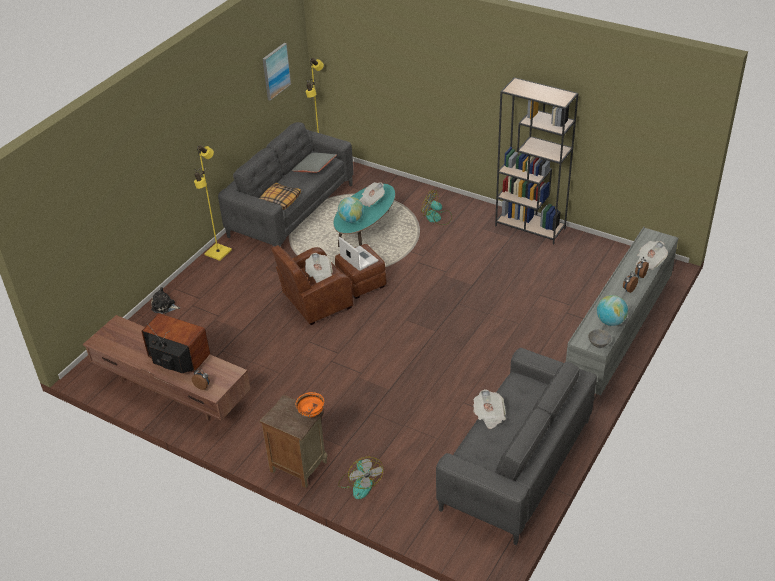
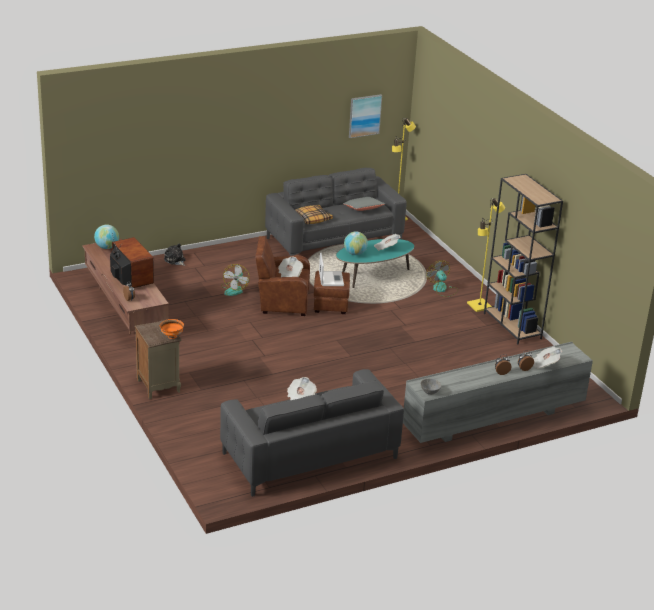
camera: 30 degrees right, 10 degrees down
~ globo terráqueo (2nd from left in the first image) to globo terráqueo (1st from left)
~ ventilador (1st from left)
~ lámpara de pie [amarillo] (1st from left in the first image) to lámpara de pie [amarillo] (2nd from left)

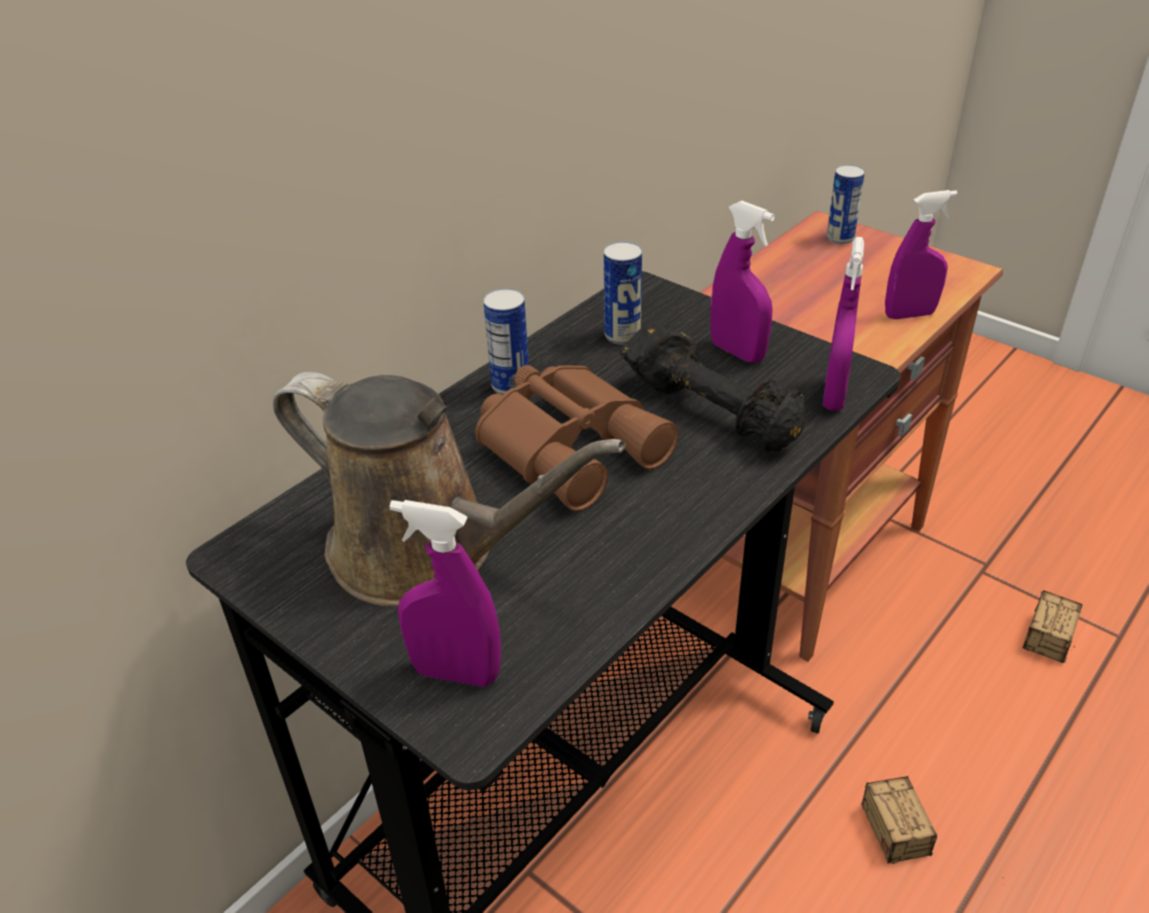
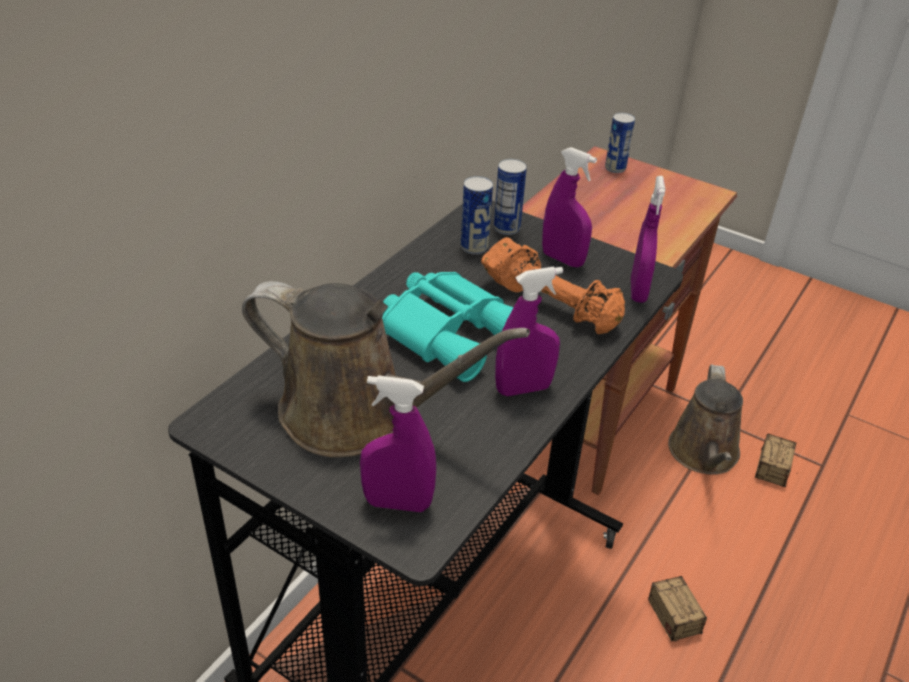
camera: 10 degrees left, 0 degrees up
~ prismáticos [marrón] to prismáticos [turquesa]
~ mancuerna [negro] to mancuerna [naranja]
~ lata (1st from left in the first image) to lata (2nd from left)
~ pulverizador [morado] (4th from left in the first image) to pulverizador [morado] (2nd from left)
+ regadera [marrón] (2nd from left)

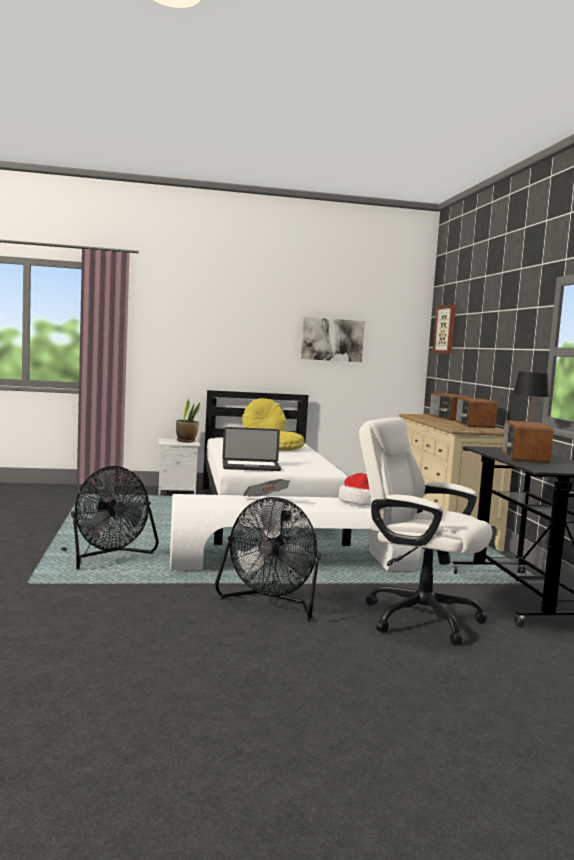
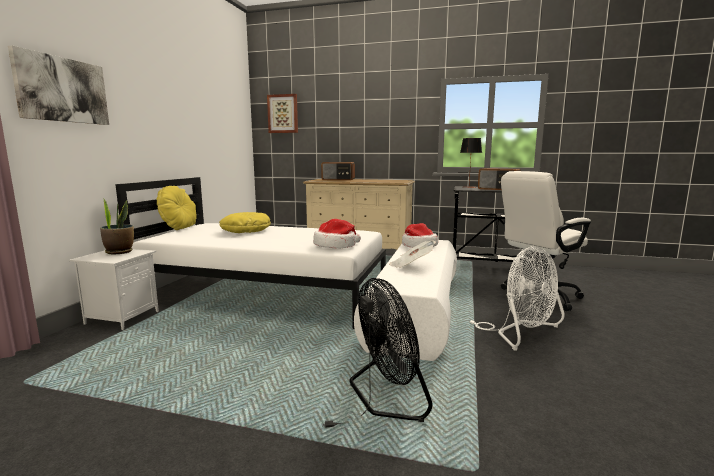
camera: 65 degrees left, 5 degrees up
~ cuadro (1st from left)
~ portátil to sombrero (1st from left)
~ ventilador [negro] (2nd from left) to ventilador [blanco]
- radio (2nd from left)

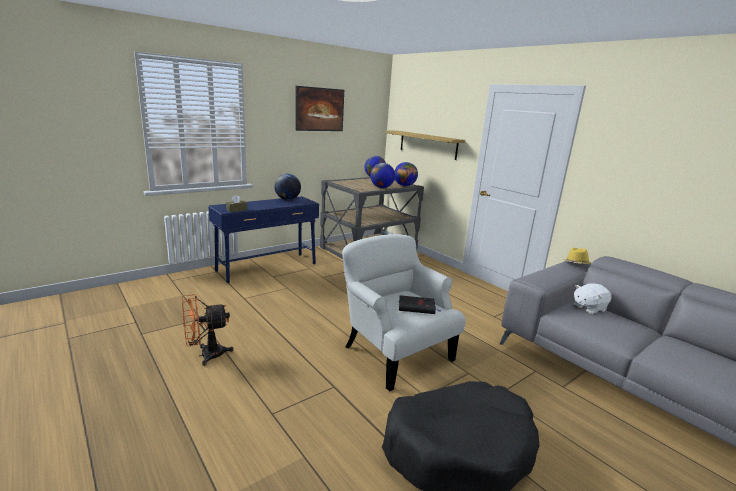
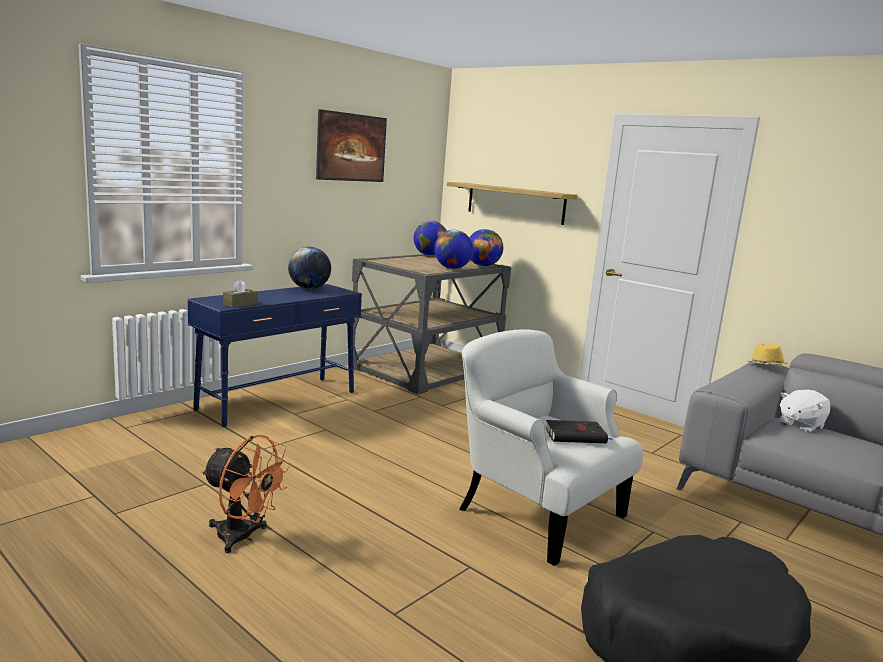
camera: 10 degrees left, 5 degrees down
~ ventilador [naranja] 120 degrees counterclockwise

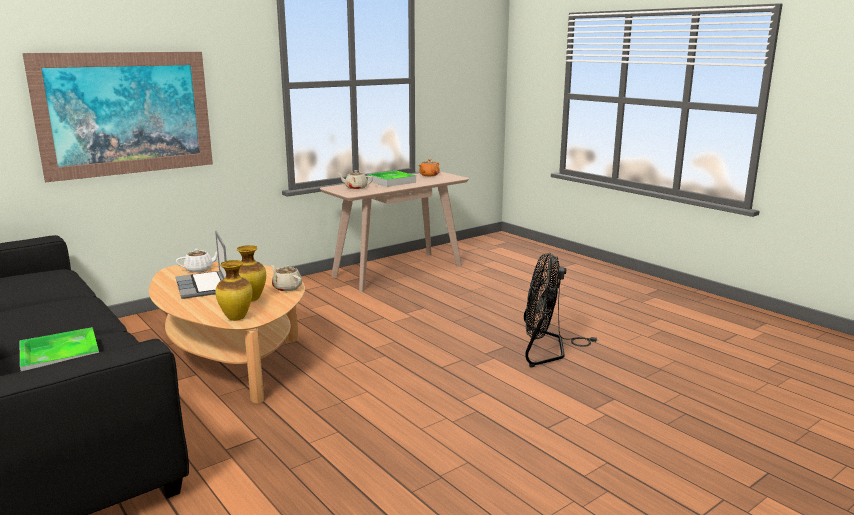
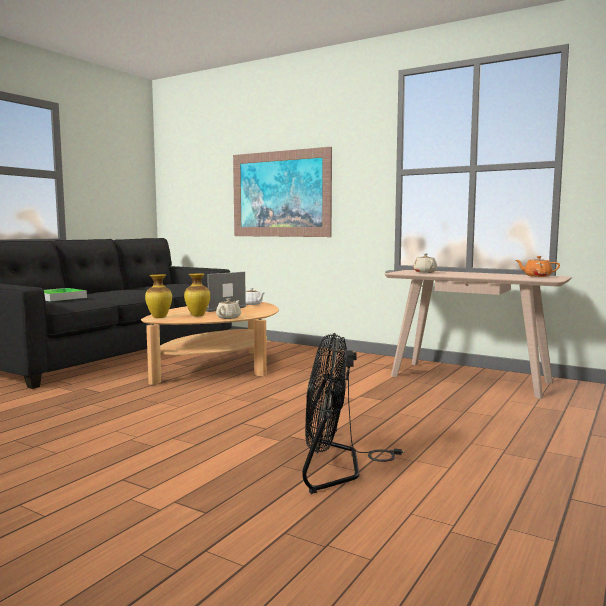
camera: 70 degrees right, 10 degrees down
~ ventilador [negro] 75 degrees counterclockwise
- bandeja (2nd from left)

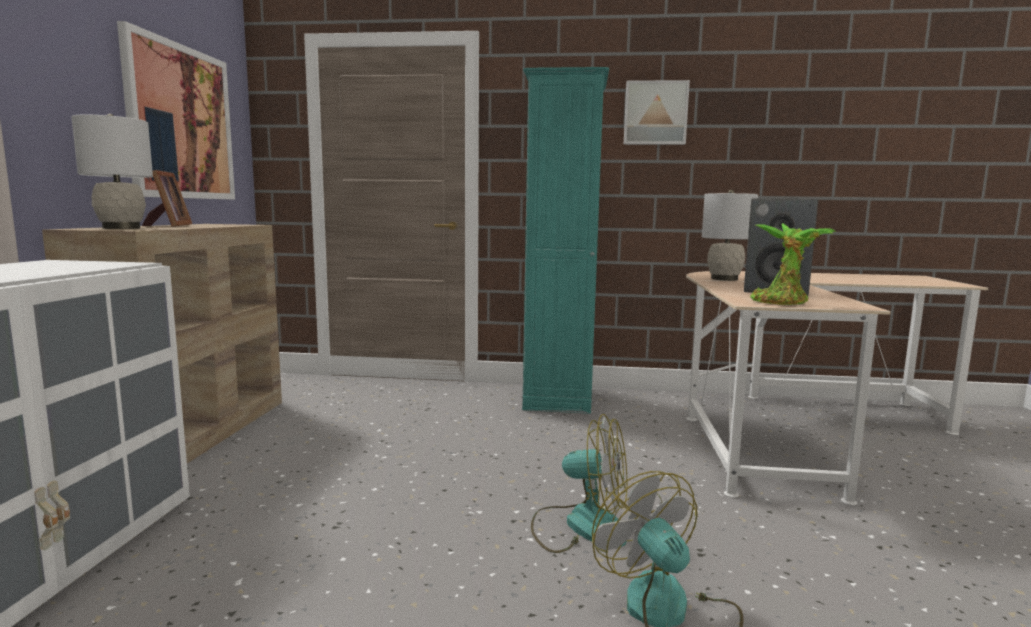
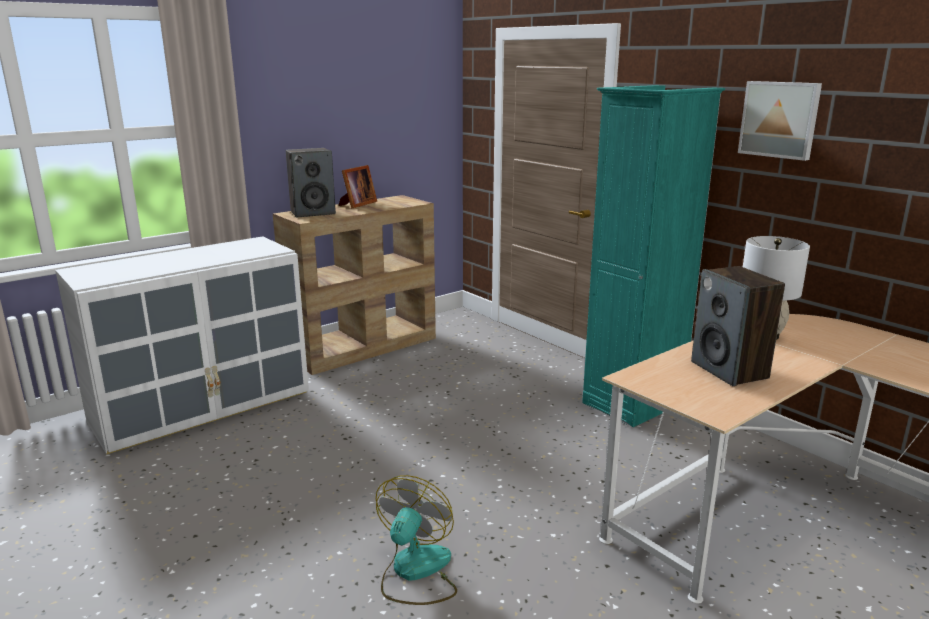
camera: 45 degrees right, 10 degrees up
~ lámpara de mesa [blanco] (1st from left) to altavoz (1st from left)
- cuadro (1st from left)
- ventilador (1st from left)
- planta en maceta

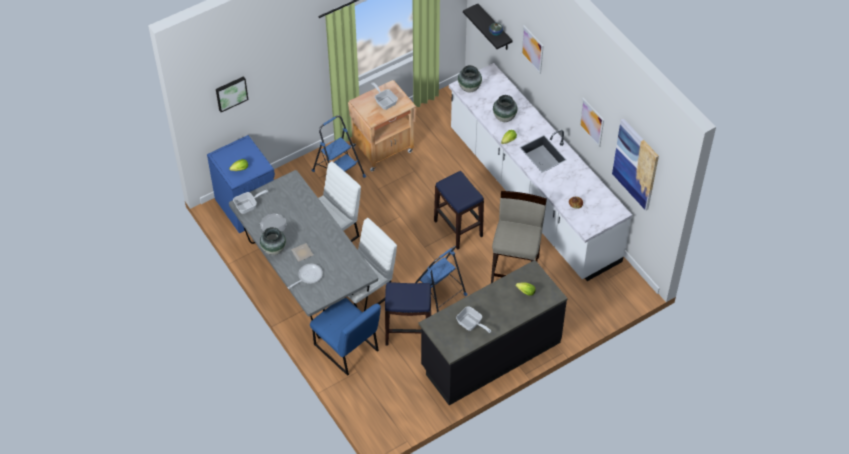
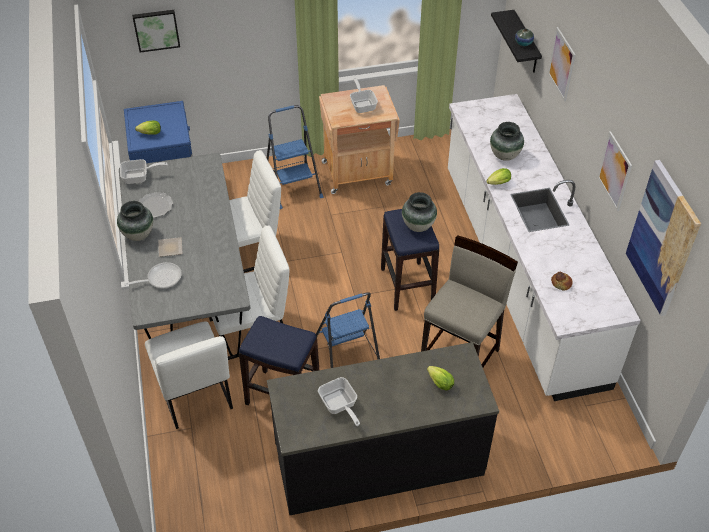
camera: 20 degrees right, 5 degrees down
~ silla [azul] to silla [blanco] (1st from left)
~ florero (2nd from left)

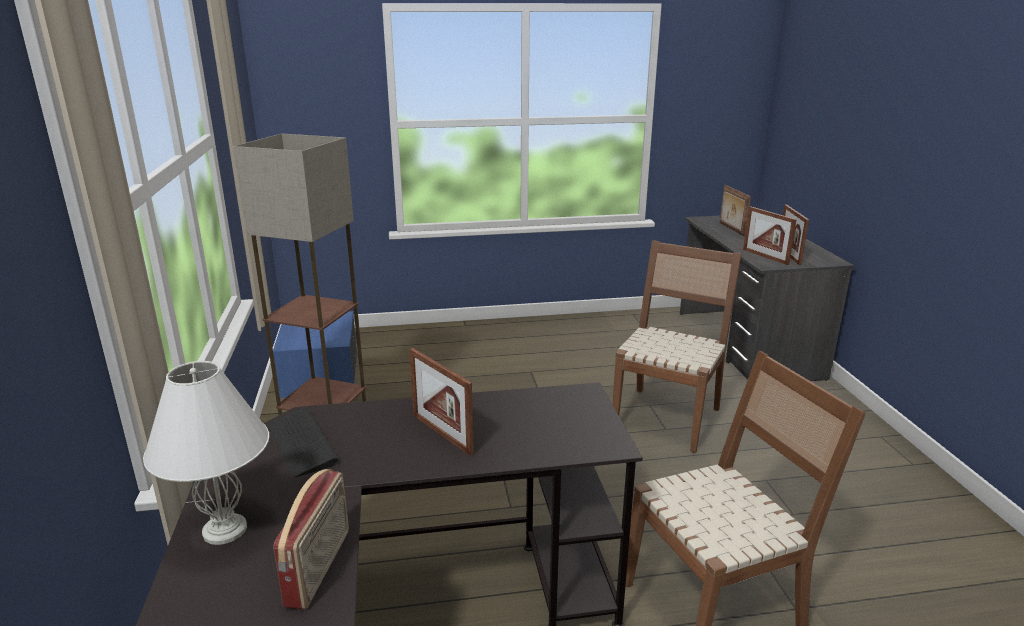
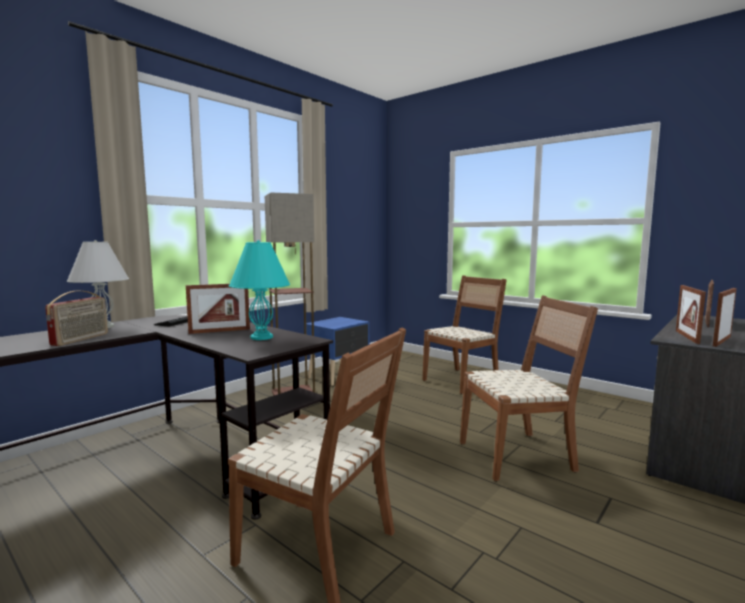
camera: 50 degrees right, 15 degrees down
~ radio 45 degrees counterclockwise
~ portarretratos (1st from left) 120 degrees counterclockwise
+ lámpara de mesa [turquesa]
+ silla (2nd from left)

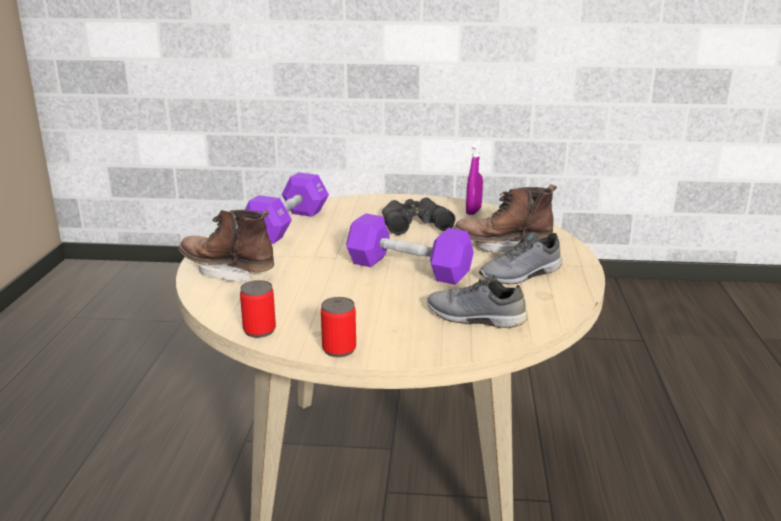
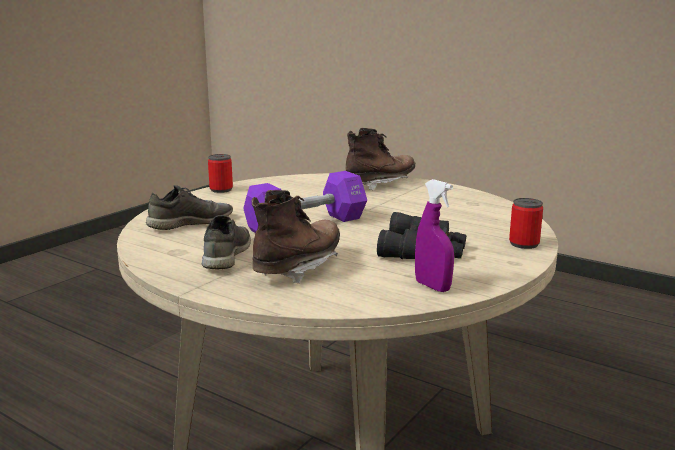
camera: 120 degrees right, 5 degrees down
~ lata (1st from left in the first image) to lata (2nd from left)
- mancuerna [morado] (1st from left)

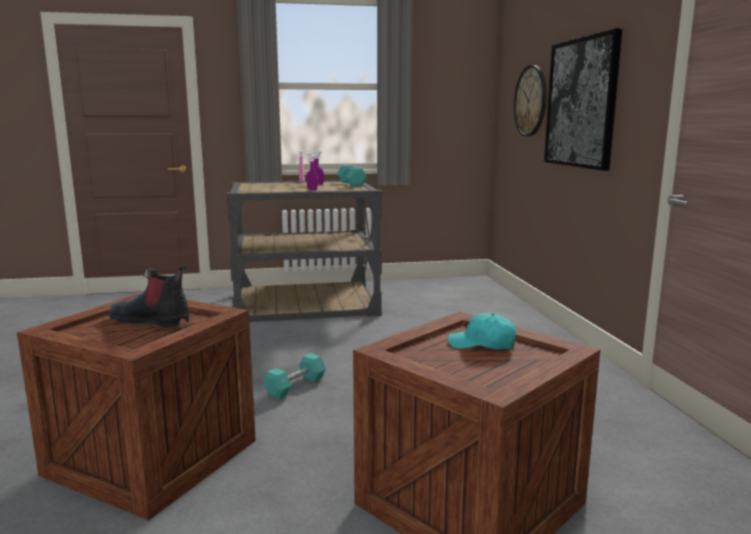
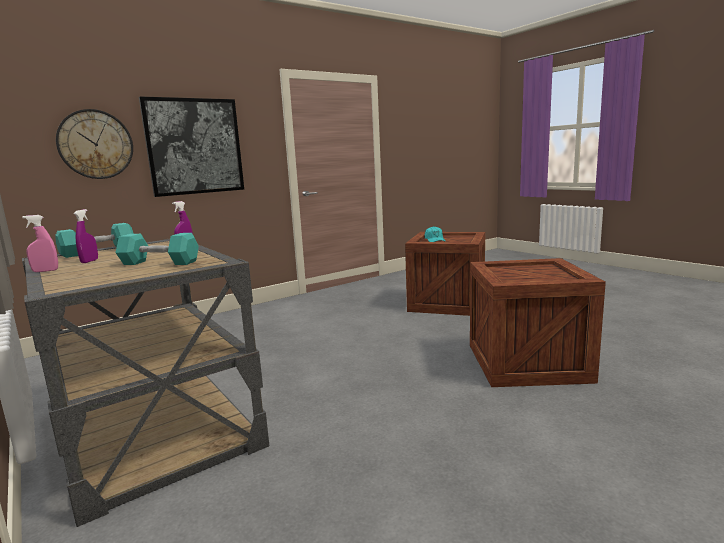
camera: 115 degrees left, 0 degrees up
~ mancuerna [turquesa] (1st from left in the first image) to mancuerna [turquesa] (2nd from left)
- bota

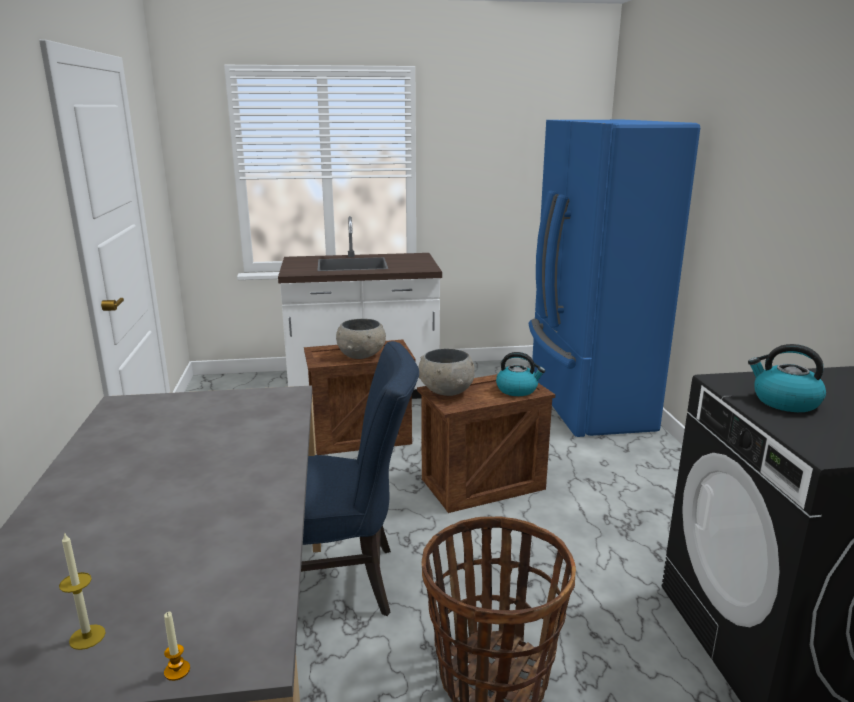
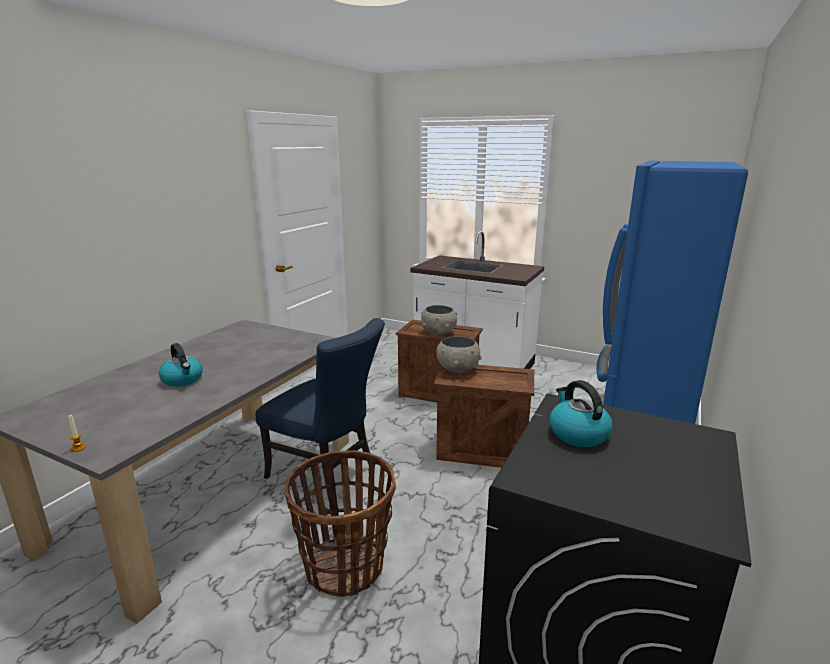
camera: 35 degrees right, 0 degrees up
~ hervidor (1st from left)
- vela (1st from left)

